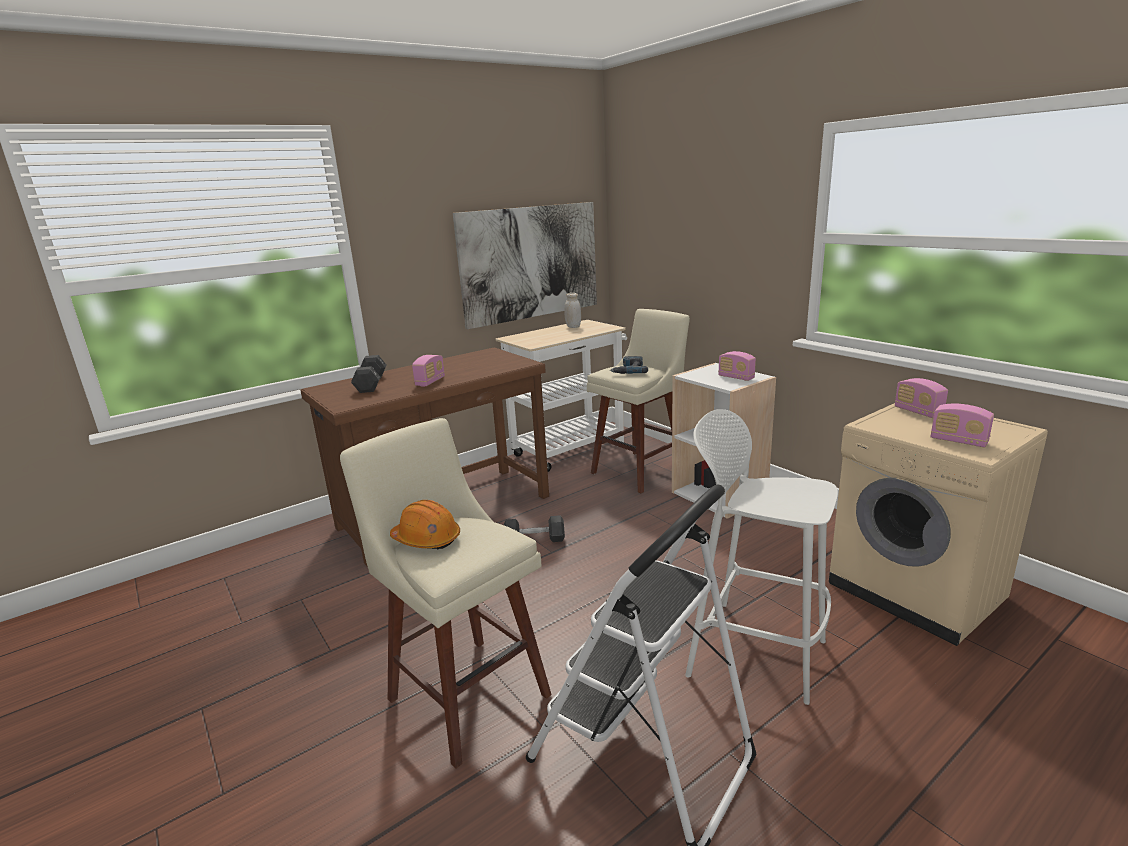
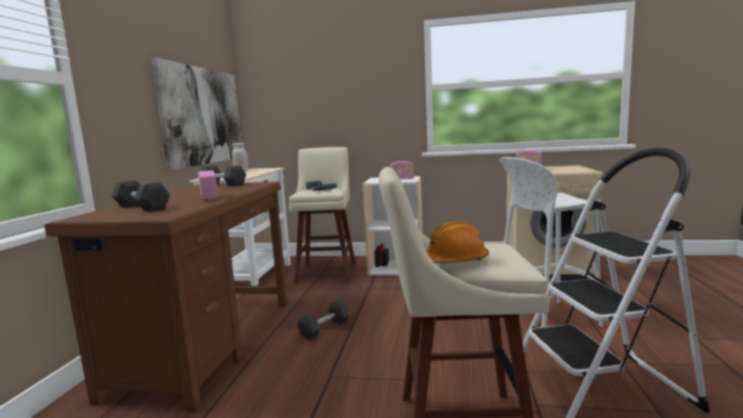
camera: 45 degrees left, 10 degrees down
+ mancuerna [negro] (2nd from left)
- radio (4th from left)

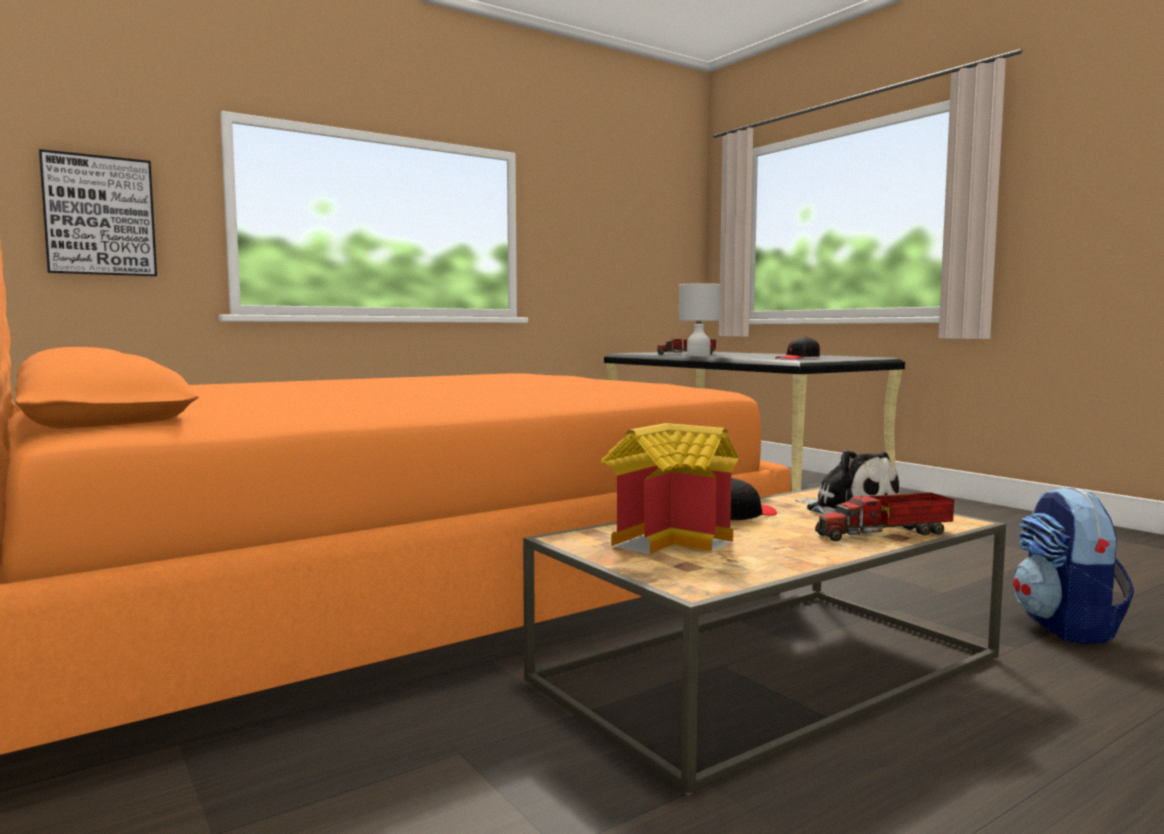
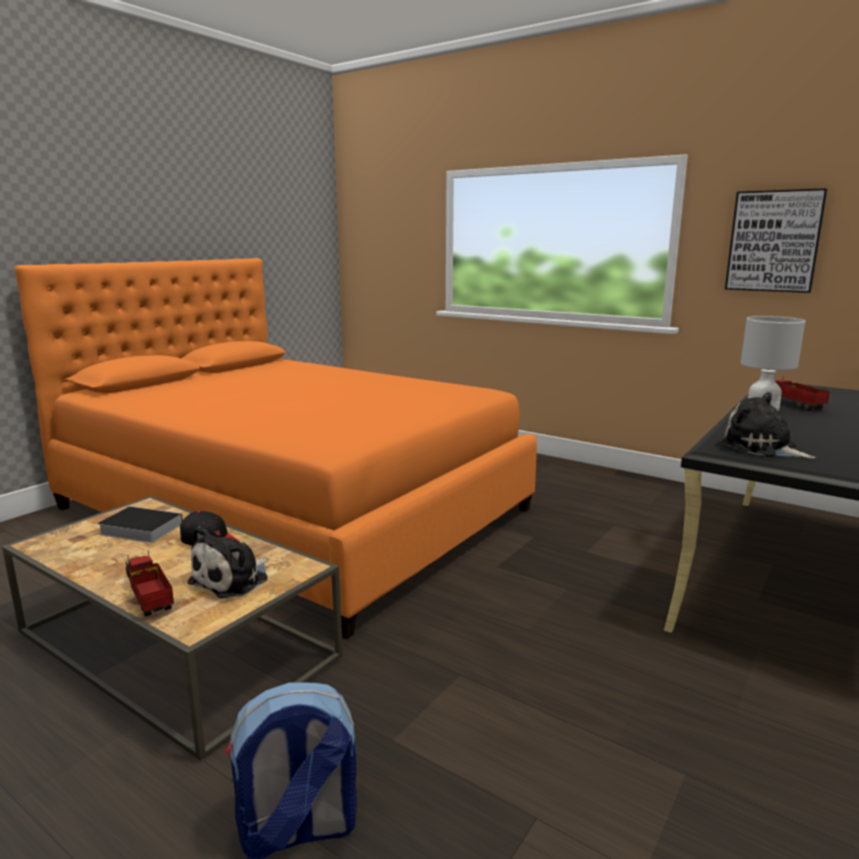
camera: 70 degrees right, 10 degrees up
~ casita to libro
~ gorra [negro] (2nd from left) to peluche (2nd from left)
~ cuadro

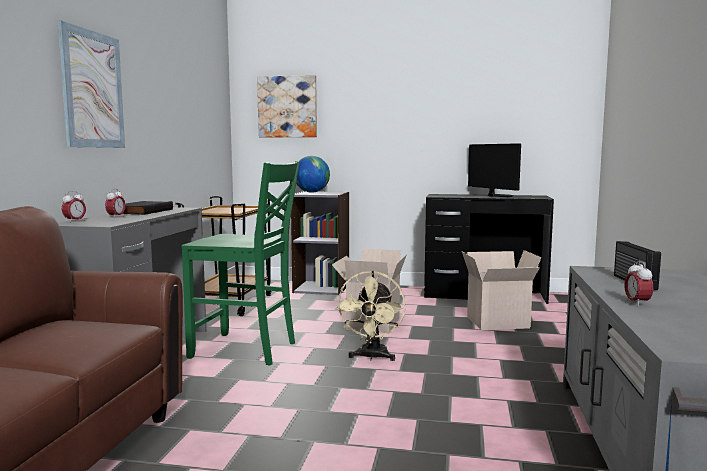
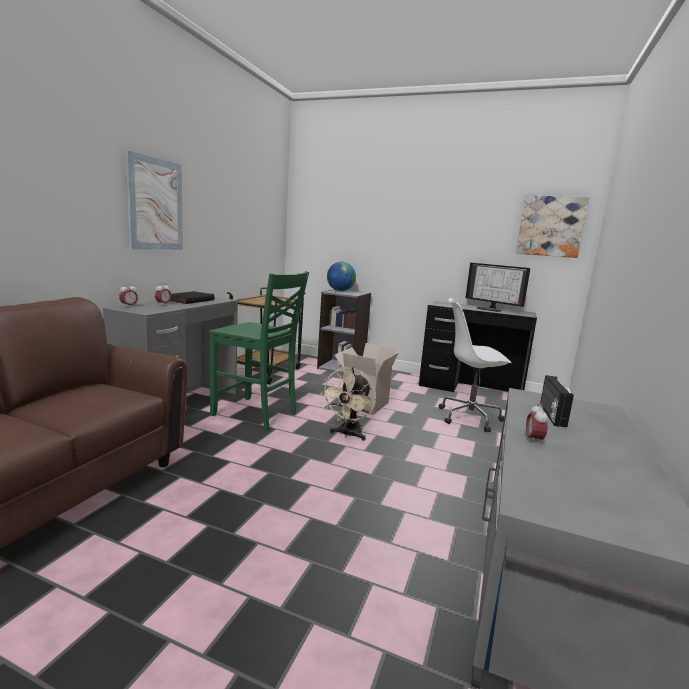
camera: 10 degrees right, 5 degrees up
~ caja de cartón (2nd from left) to silla de oficina [blanco]
~ monitor 150 degrees clockwise
~ cuadro (2nd from left)

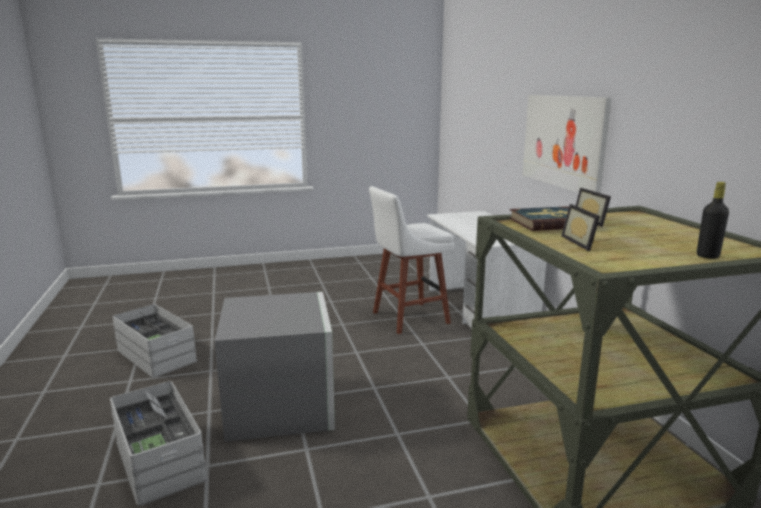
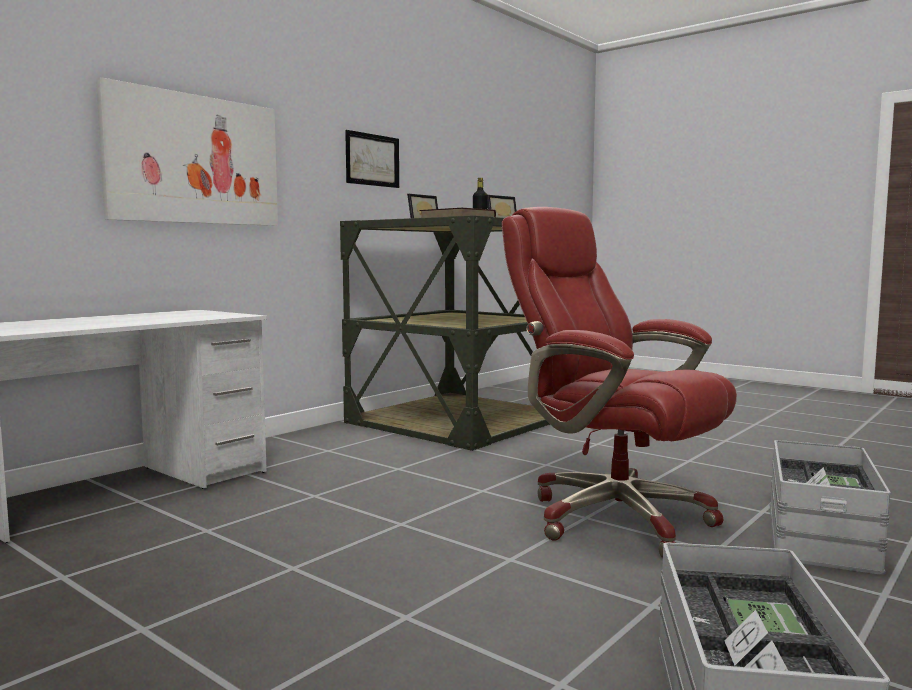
camera: 125 degrees left, 10 degrees down
+ cuadro (2nd from left)
~ caja de almacenaje [gris] (3rd from left) to silla de oficina [rojo]
- taburete [blanco]

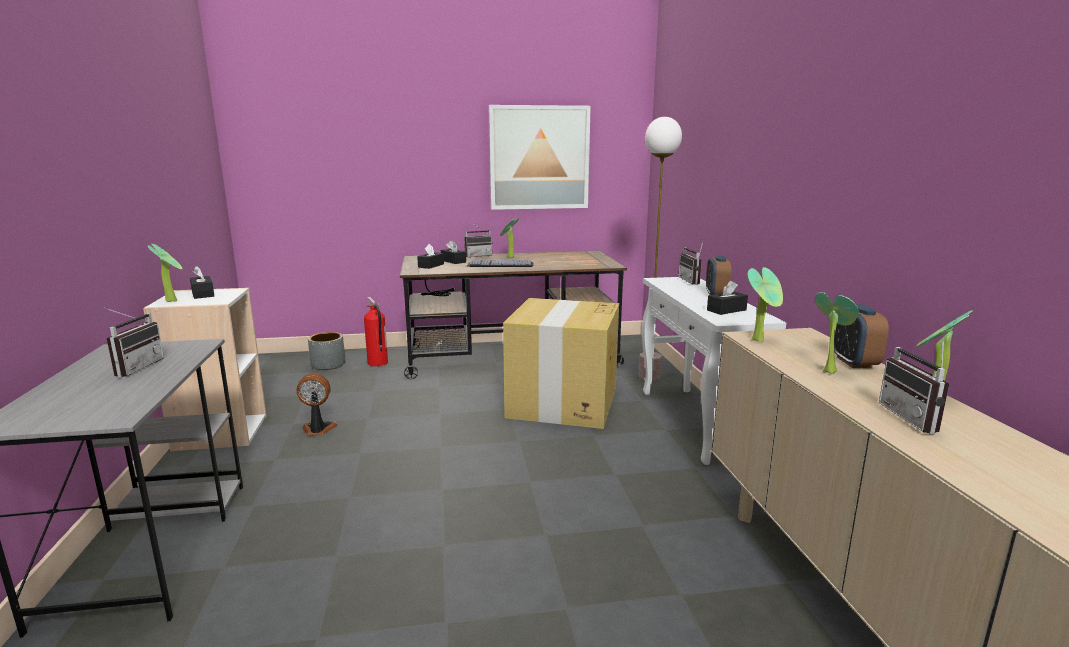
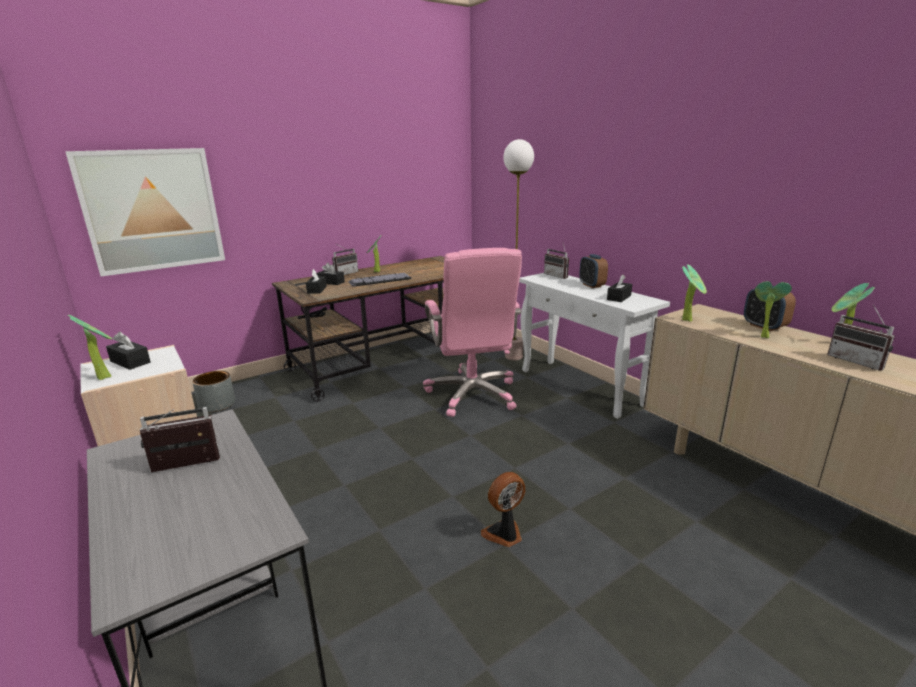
camera: 25 degrees left, 5 degrees up
~ cuadro
~ radio (1st from left) 90 degrees counterclockwise
~ caja de cartón to silla de oficina [rosa]
~ ventilador
- extintor

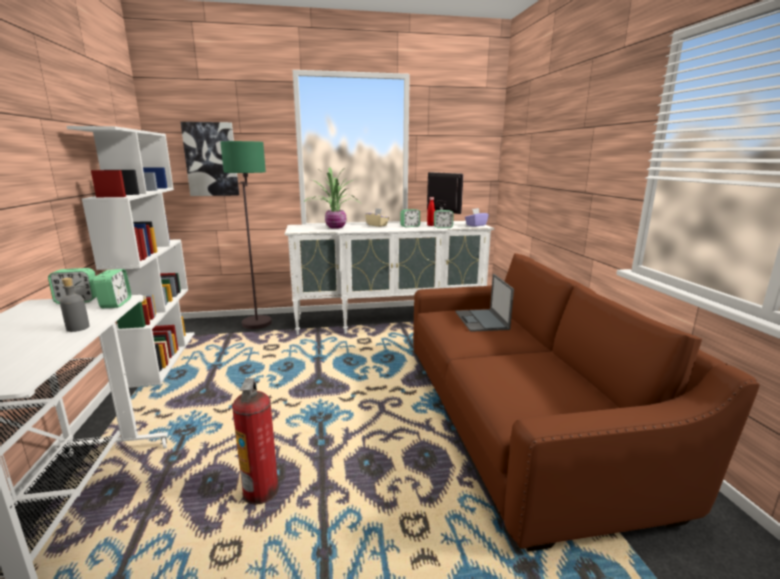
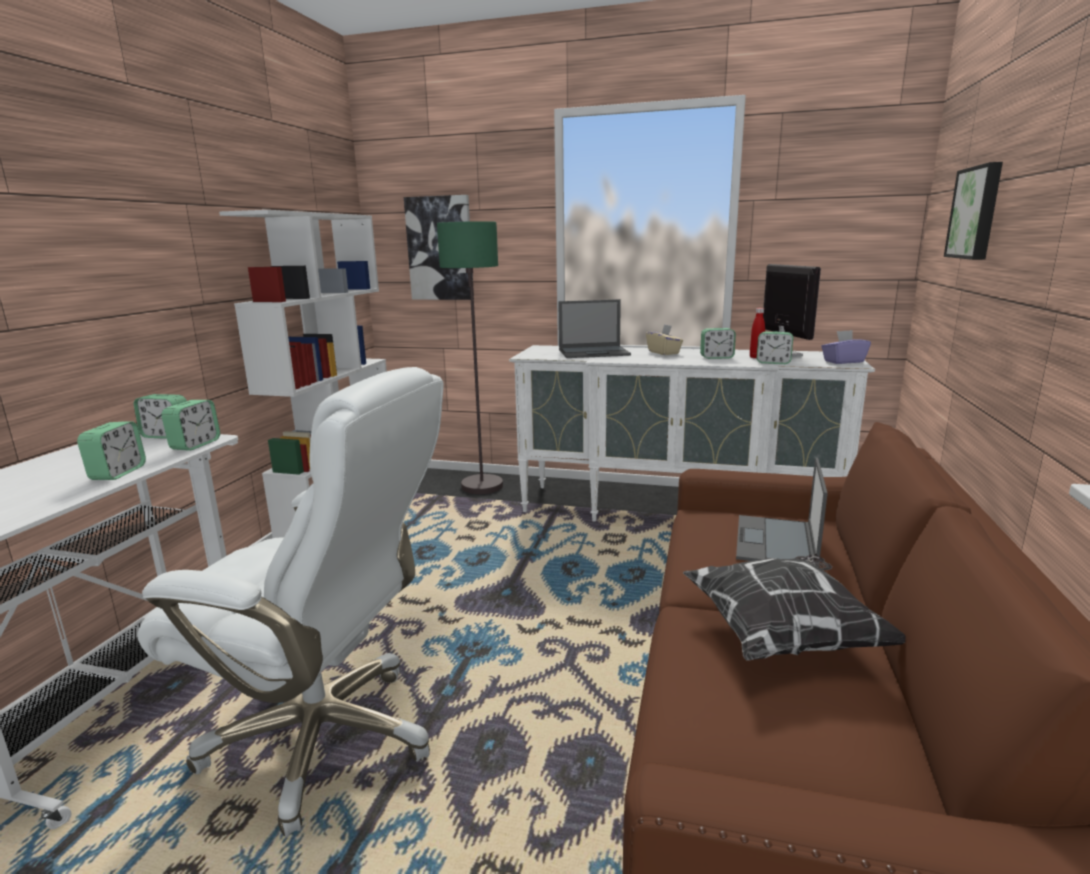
camera: 25 degrees right, 0 degrees up
~ botella [gris] to despertador (1st from left)
~ extintor to silla de oficina [blanco]
~ planta en maceta to portátil (1st from left)
+ cojín
+ cuadro (2nd from left)

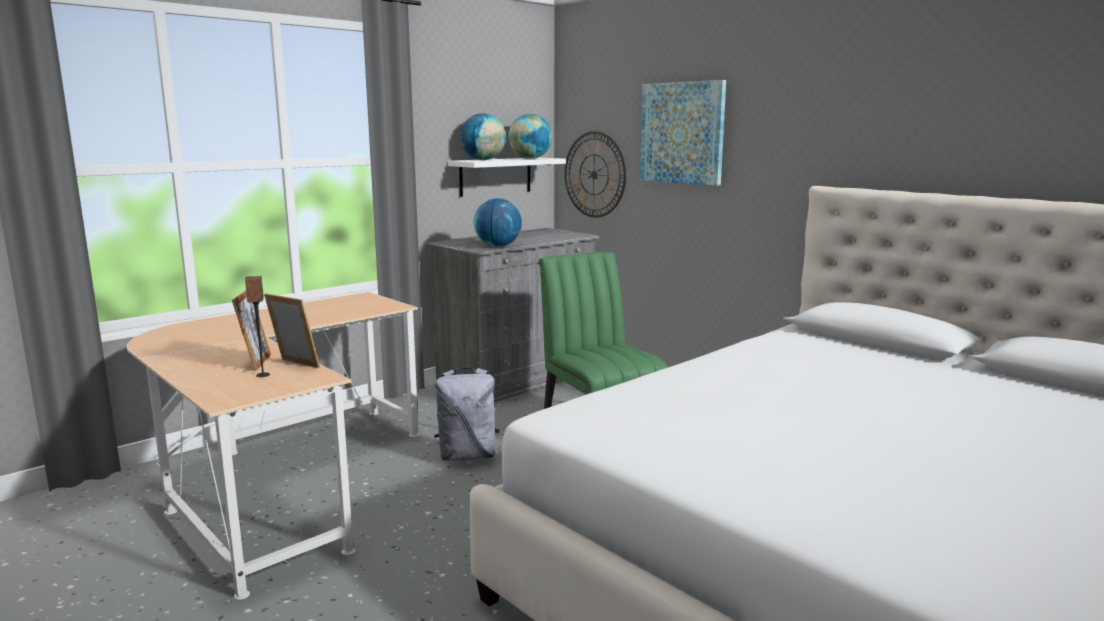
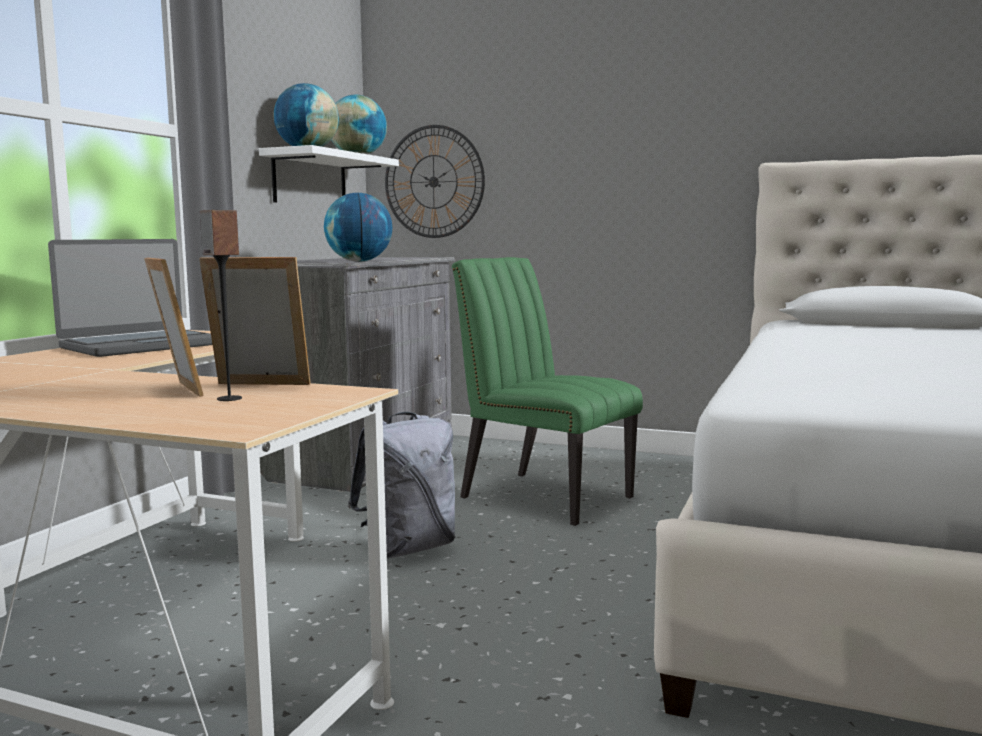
camera: 25 degrees left, 5 degrees down
+ portátil
- cuadro

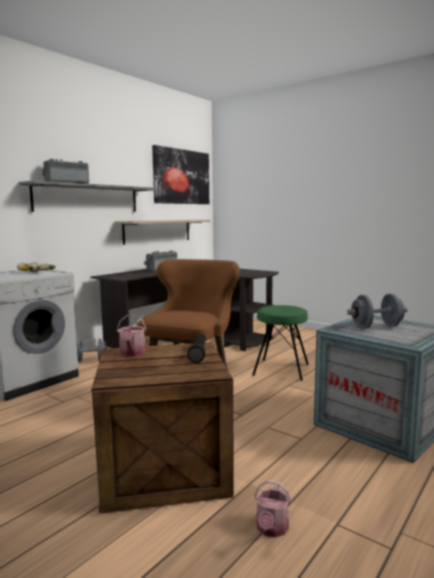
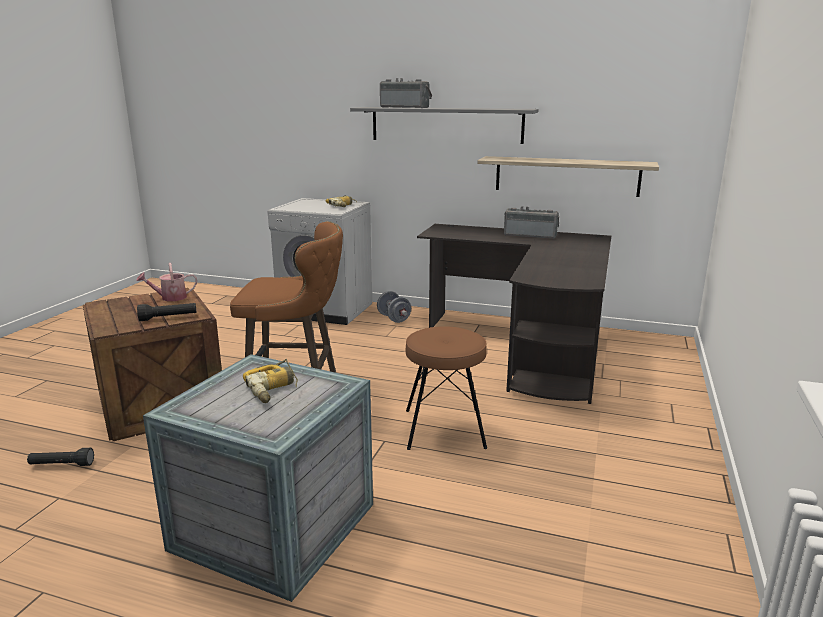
camera: 70 degrees right, 10 degrees up
~ regadera (2nd from left) to linterna [negro] (1st from left)
~ mancuerna [gris] (2nd from left) to taladro (1st from left)
~ taburete [verde] to taburete [marrón] (2nd from left)
- cuadro

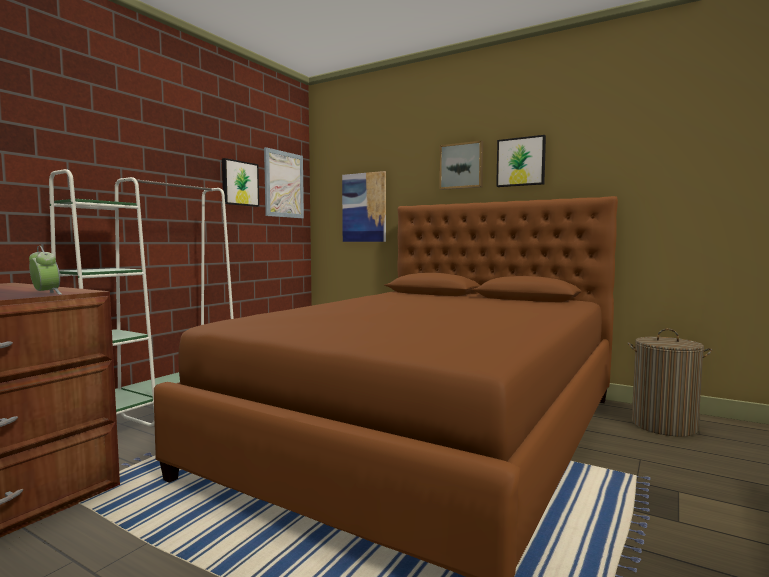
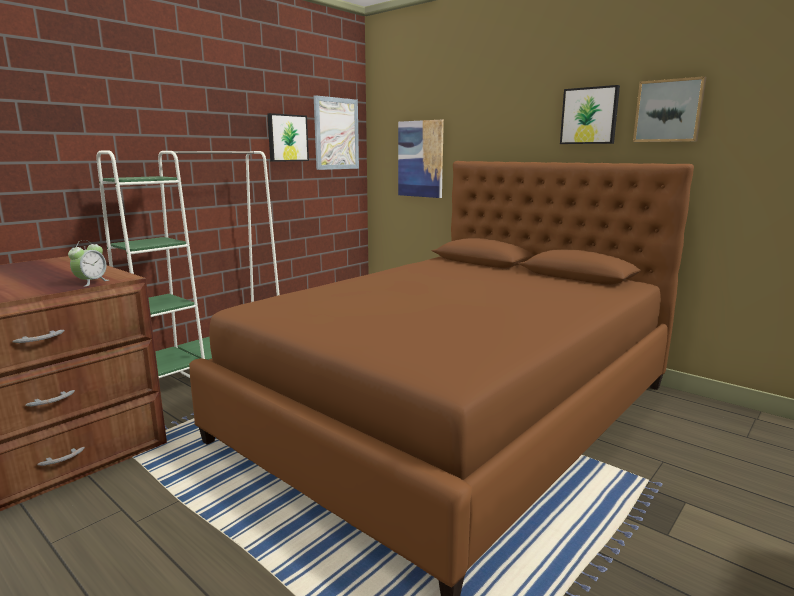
camera: 10 degrees right, 10 degrees up
~ despertador 60 degrees clockwise
~ cuadro (4th from left in the first image) to cuadro (5th from left)
- cesto de la ropa

